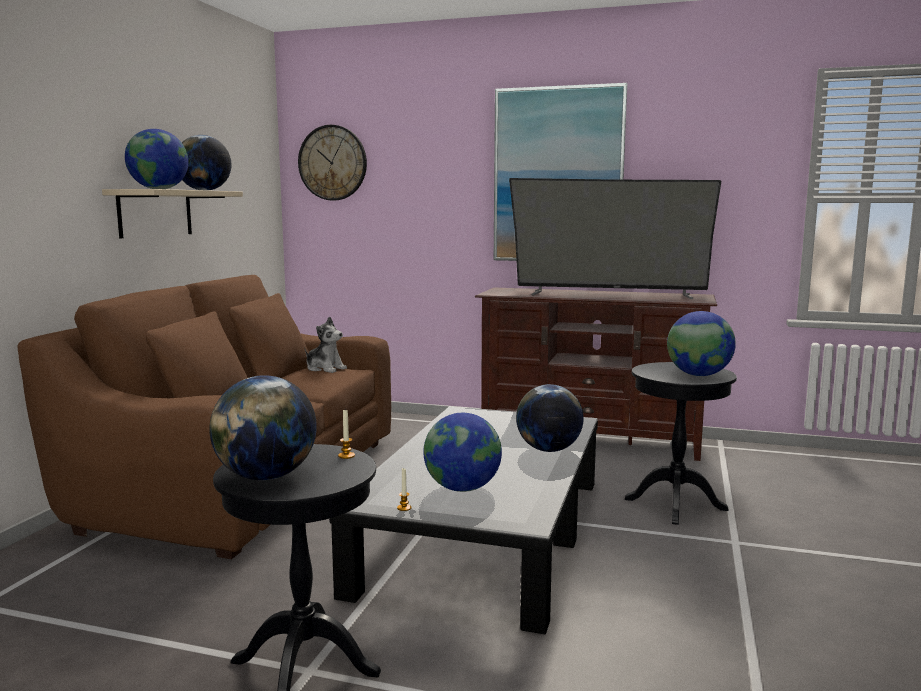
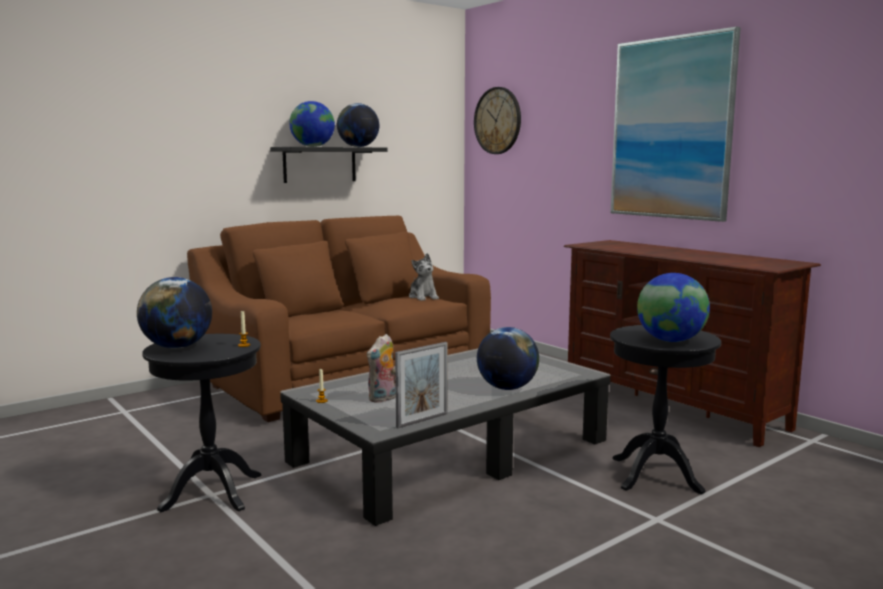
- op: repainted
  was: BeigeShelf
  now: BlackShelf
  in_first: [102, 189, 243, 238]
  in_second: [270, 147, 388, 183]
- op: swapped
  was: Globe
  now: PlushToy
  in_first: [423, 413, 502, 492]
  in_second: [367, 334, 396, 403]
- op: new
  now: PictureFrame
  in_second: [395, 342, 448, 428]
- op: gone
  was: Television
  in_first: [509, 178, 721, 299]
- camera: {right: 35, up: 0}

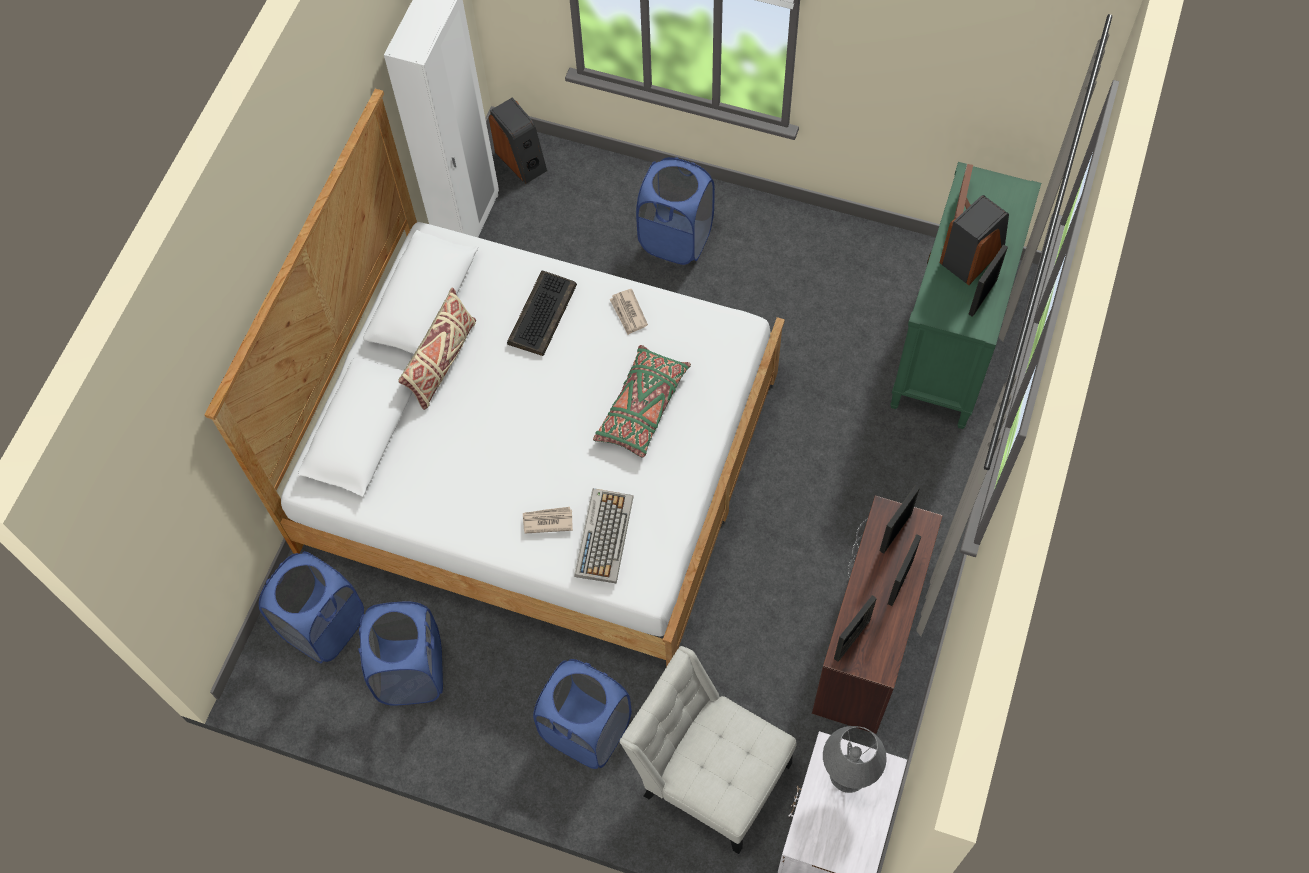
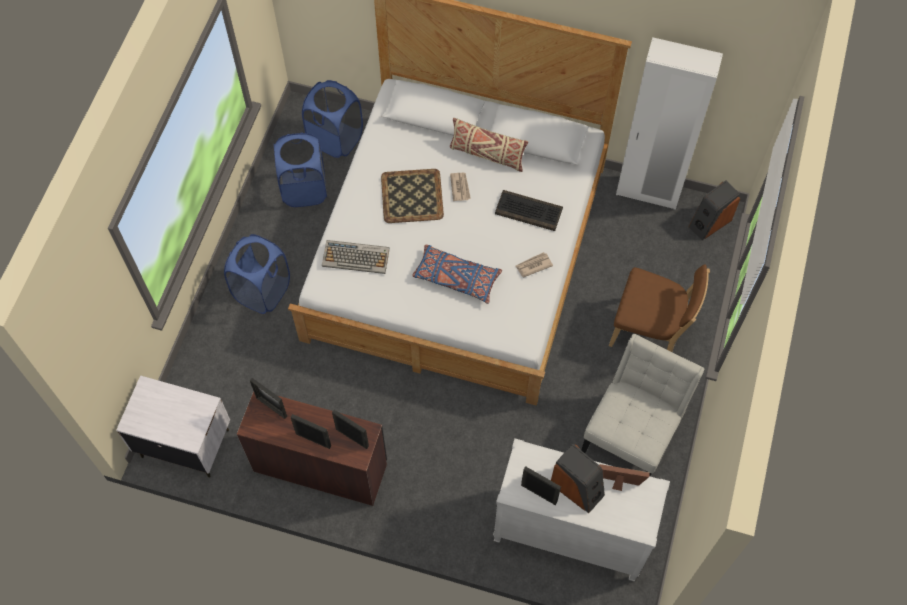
- op: new
  now: Tray
  in_second: [381, 169, 444, 223]
- op: repainted
  was: GreenPillow
  now: BluePillow
  in_first: [593, 345, 691, 457]
  in_second: [412, 245, 502, 304]
- op: shifted
  was: Newspaper
  in_first: [523, 507, 573, 533]
  in_second: [450, 173, 471, 201]
- op: repainted
  was: GreenDresser
  now: WhiteDresser
  in_first: [890, 162, 1041, 429]
  in_second: [493, 438, 670, 581]
- op: shifted
  was: WhiteChair
  in_first: [619, 646, 796, 854]
  in_second: [581, 334, 704, 477]
- op: swapped
  was: BlueLaundryBasket
  now: BrownChair
  in_first: [636, 157, 715, 265]
  in_second: [609, 264, 710, 352]
- op: gone
  was: GreyTableLamp
  in_first: [823, 726, 887, 793]
- camera: {right: 85, up: 0}

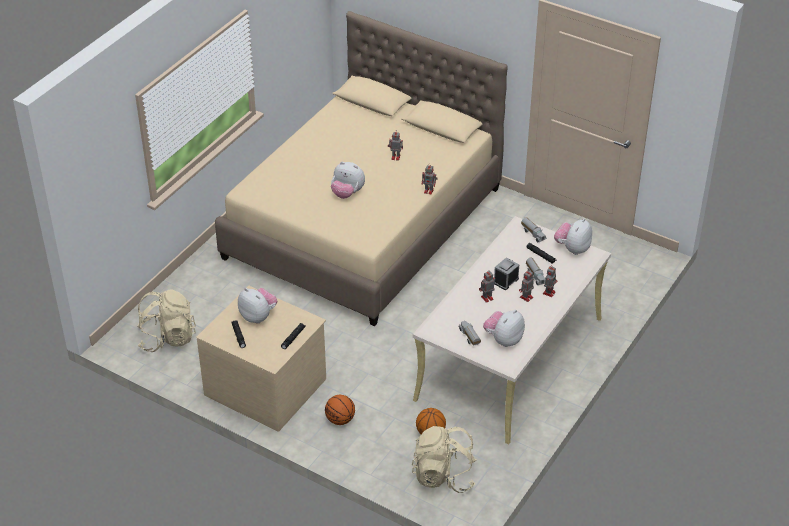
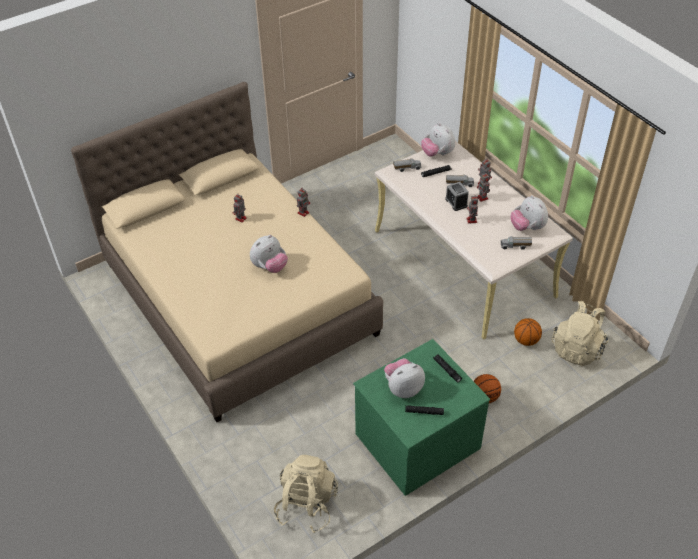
- op: repainted
  was: BeigeDresser
  now: GreenDresser
  in_first: [196, 286, 326, 432]
  in_second: [353, 339, 490, 496]
- camera: {right: -65, up: 5}

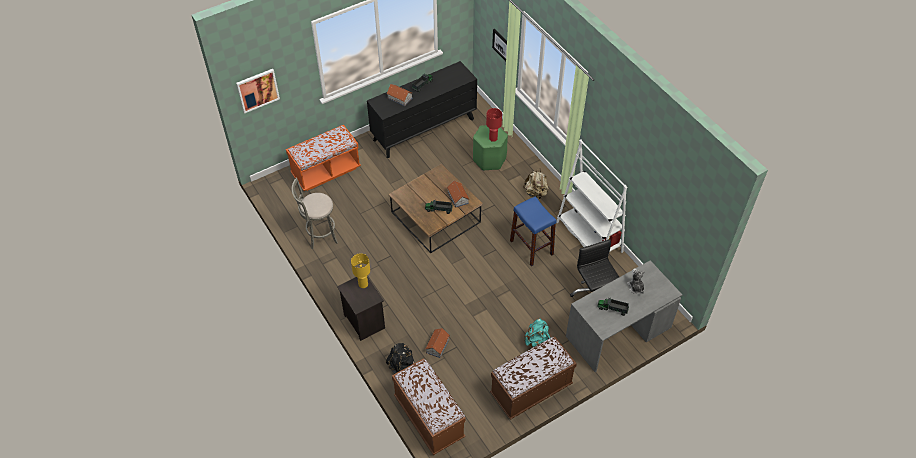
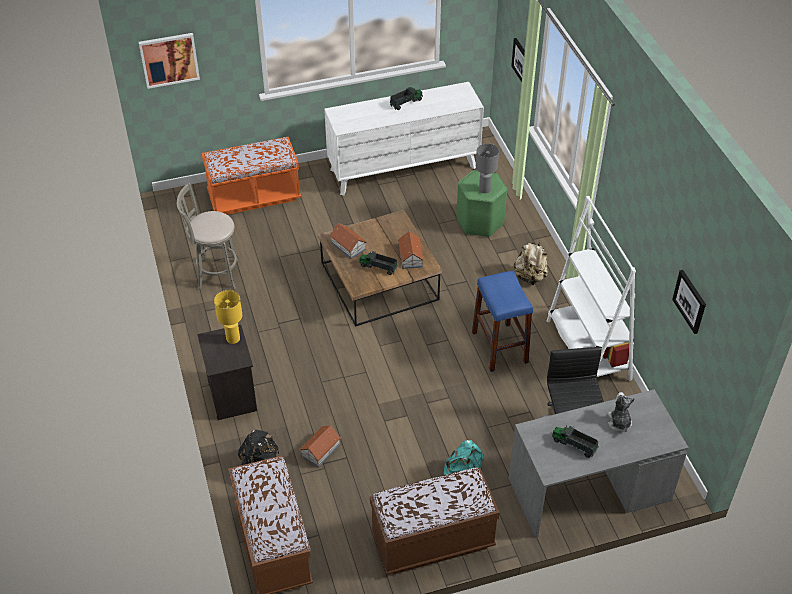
- op: repainted
  was: BlackDresser
  now: WhiteDresser
  in_first: [367, 61, 477, 158]
  in_second: [324, 82, 484, 195]
- op: shifted
  was: ToyHouse
  in_first: [387, 84, 413, 106]
  in_second: [329, 223, 367, 259]
- op: repainted
  was: RedTableLamp
  now: GreyTableLamp
  in_first: [486, 108, 502, 142]
  in_second: [476, 144, 499, 193]
- op: new
  now: Picture
  in_second: [672, 270, 706, 334]
- camera: {right: 15, up: -5}

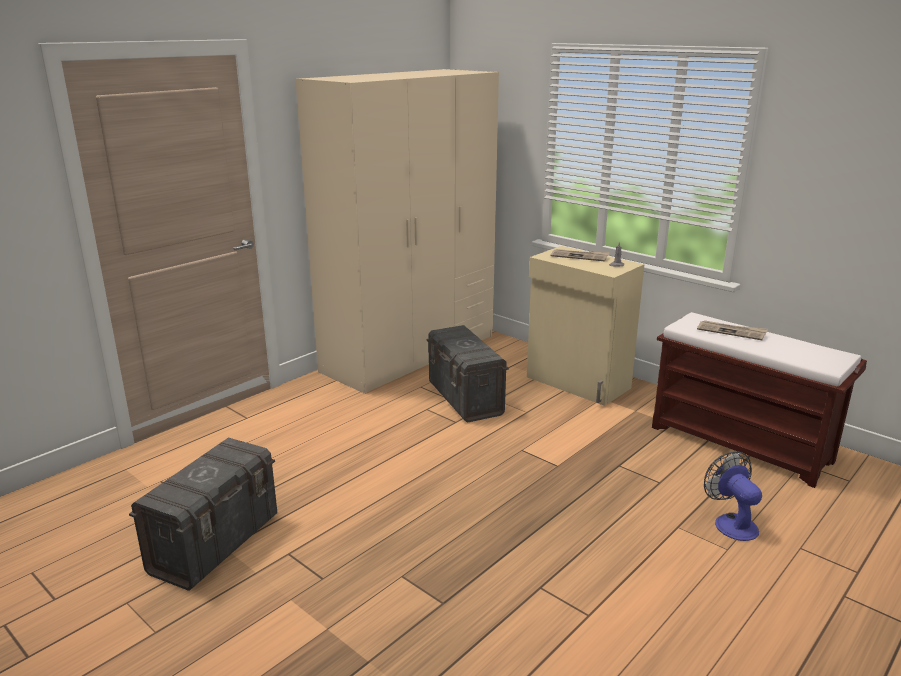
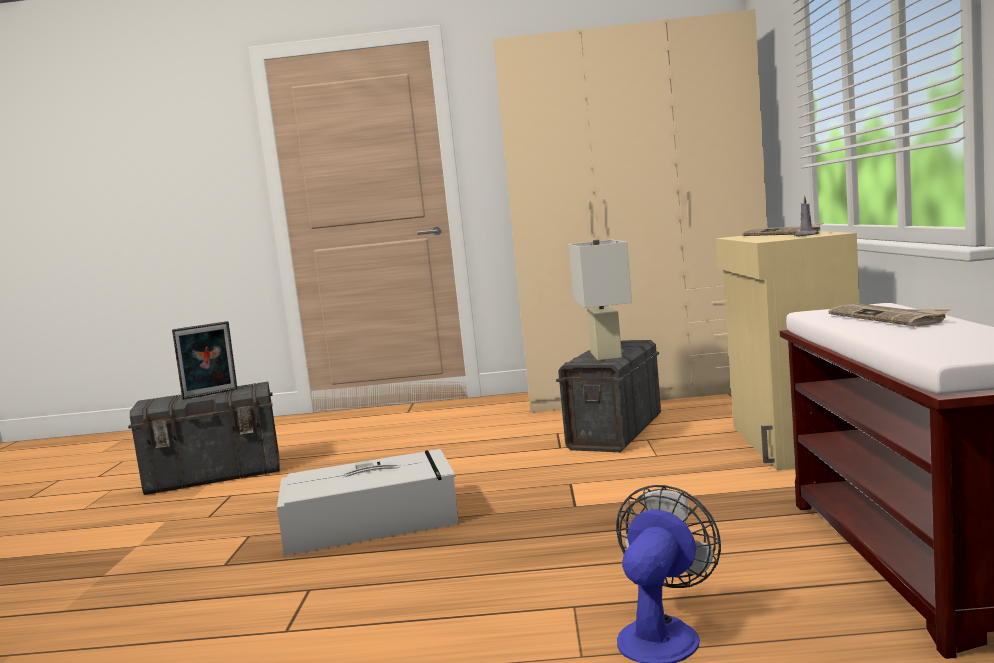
- op: new
  now: PictureFrame
  in_second: [172, 321, 237, 400]
- op: new
  now: GreyStorageBox
  in_second: [277, 449, 459, 556]
- op: new
  now: WhiteTableLamp
  in_second: [569, 240, 632, 361]
- camera: {right: 50, up: -15}

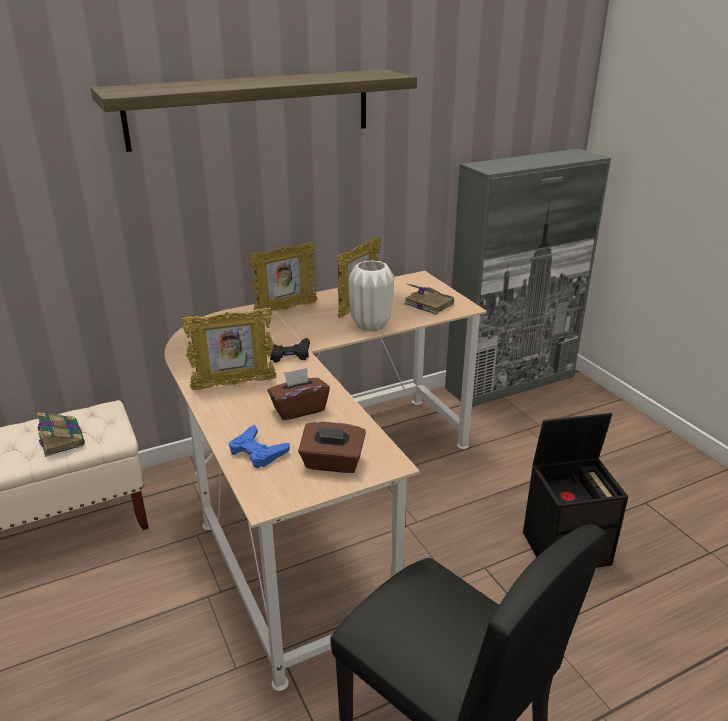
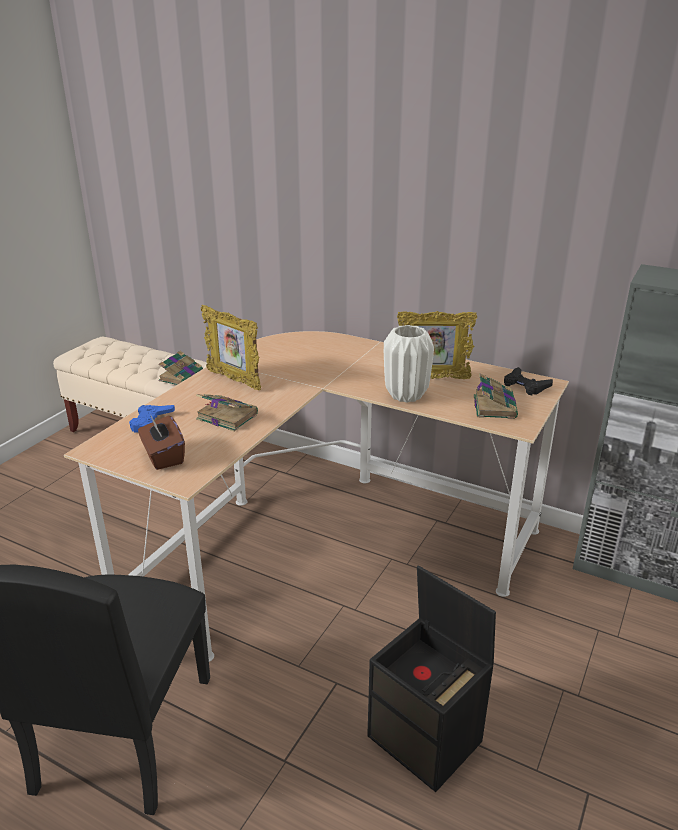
- op: swapped
  was: BrownTissueBox
  now: Book
  in_first: [268, 368, 330, 420]
  in_second: [196, 394, 258, 431]
- op: shifted
  was: BlackGameController
  in_first: [267, 338, 310, 363]
  in_second: [504, 367, 553, 395]
- op: gone
  was: Shelf
  in_first: [91, 69, 417, 152]
- op: gone
  was: PictureFrame
  in_first: [249, 242, 317, 311]
- camera: {right: 55, up: 0}

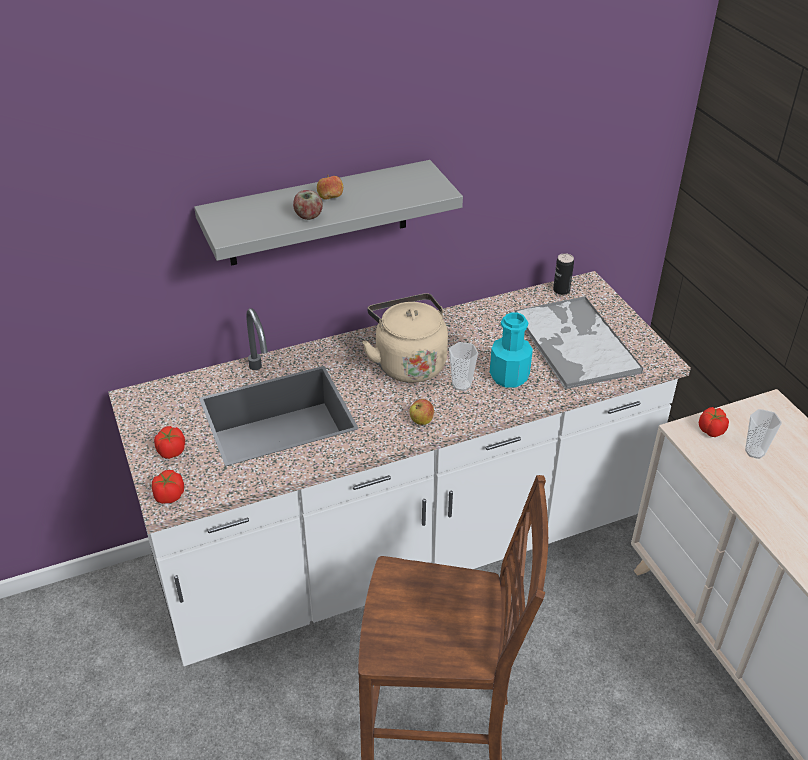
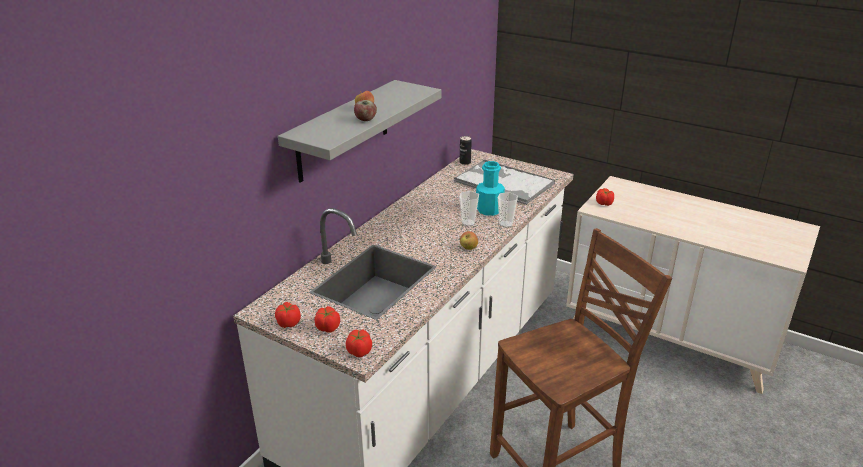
- op: new
  now: Tomato
  in_second: [275, 302, 301, 328]
- op: shifted
  was: Cup
  in_first: [745, 409, 782, 459]
  in_second: [498, 192, 518, 228]
- op: gone
  was: BeigeKettle
  in_first: [362, 294, 448, 383]
- camera: {right: -35, up: -10}

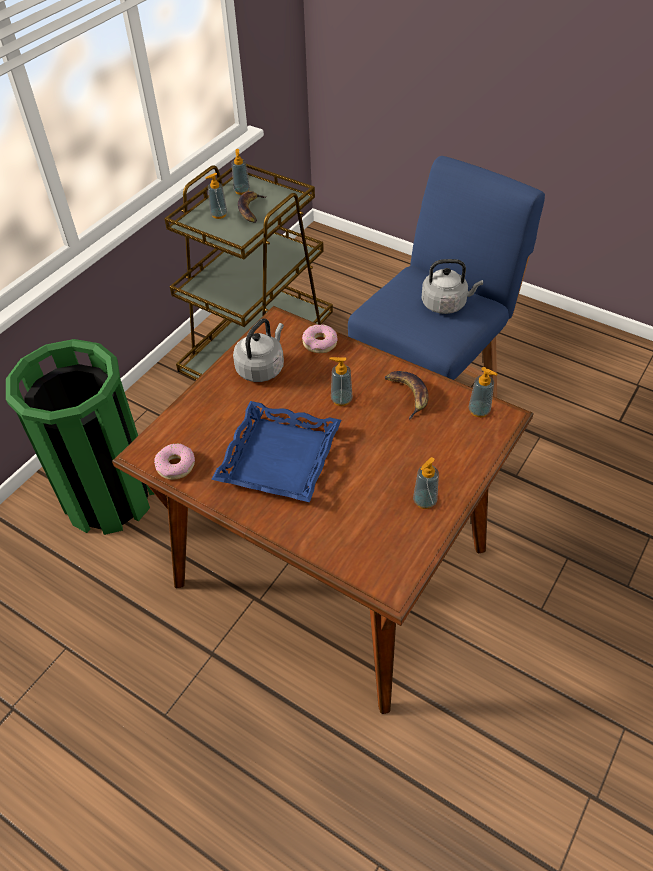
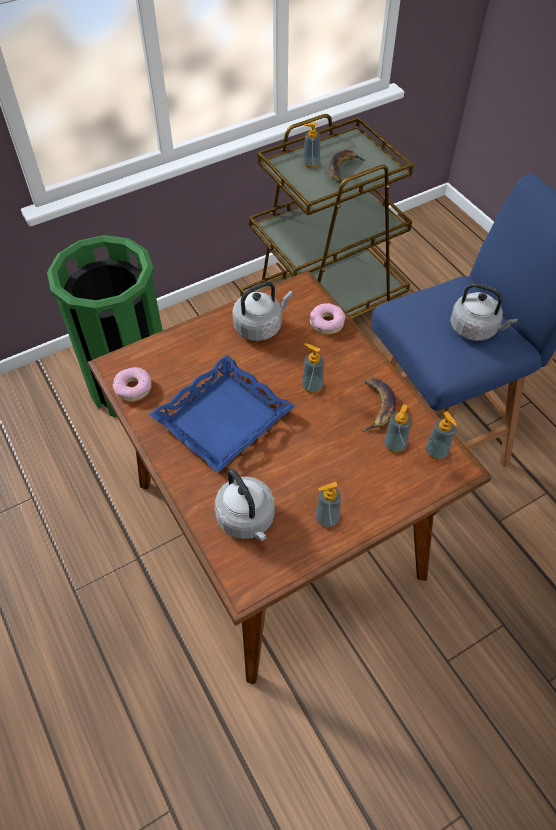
- op: new
  now: GreyKettle
  in_second: [215, 469, 275, 541]
- op: shifted
  was: SoapDispenser
  in_first: [232, 149, 250, 195]
  in_second: [384, 404, 412, 453]
- camera: {right: 25, up: 5}

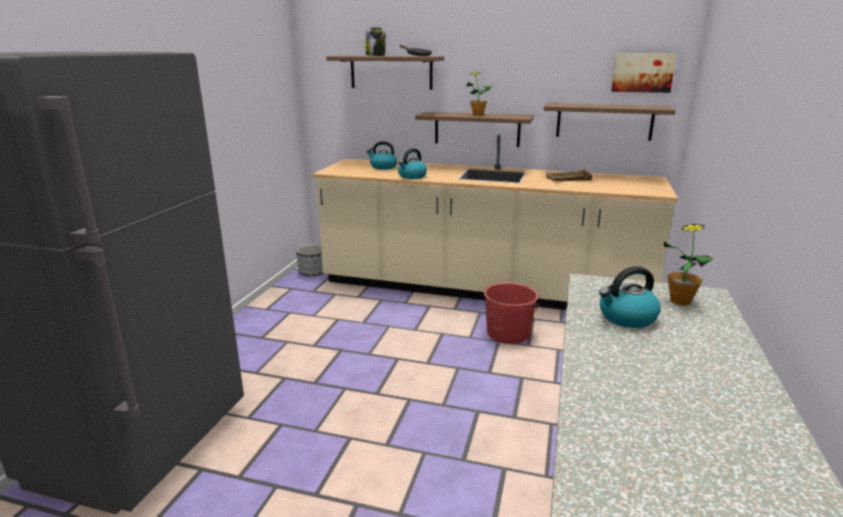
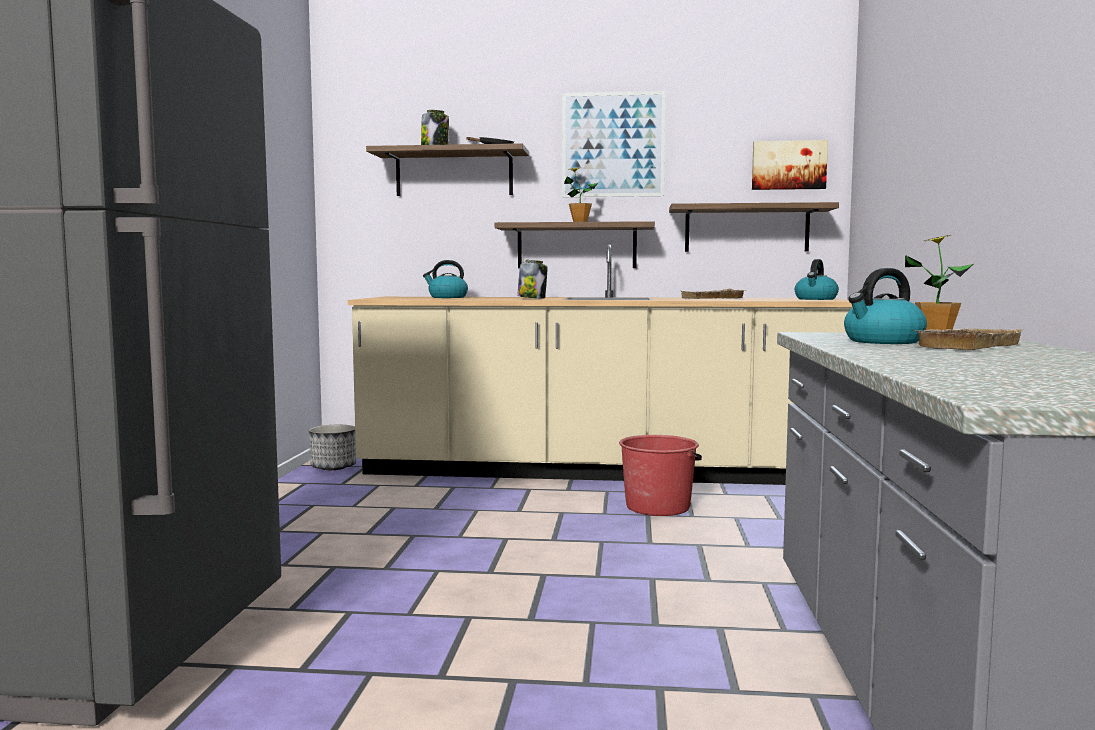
- op: new
  now: Jar
  in_second: [517, 260, 547, 299]
- op: new
  now: Picture
  in_second: [562, 91, 665, 197]
- op: shifted
  was: Kettle
  in_first: [398, 148, 427, 179]
  in_second: [795, 259, 839, 300]
- op: new
  now: BeigeTray
  in_second: [911, 328, 1023, 350]
- camera: {right: -10, up: -15}

